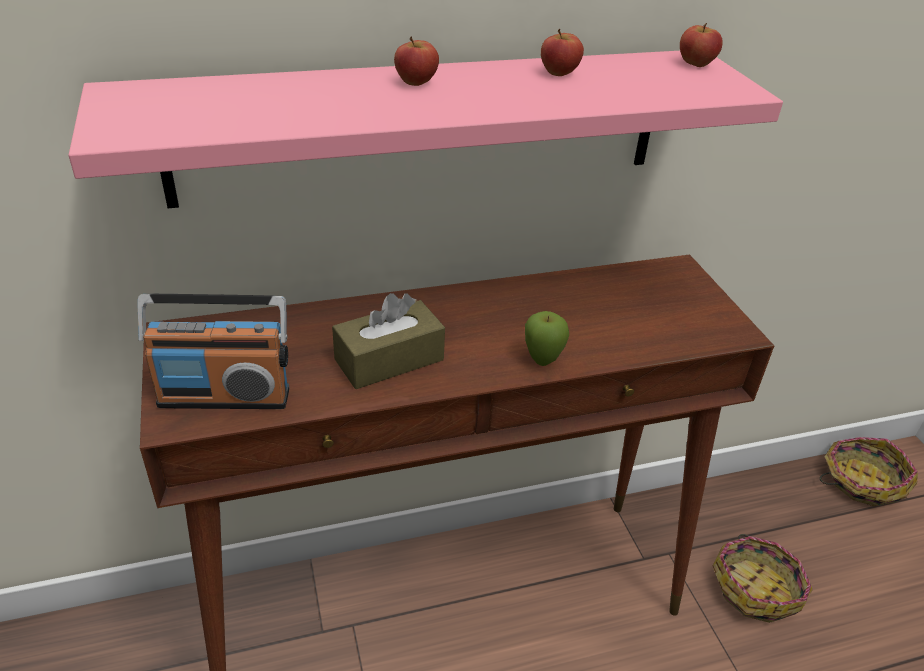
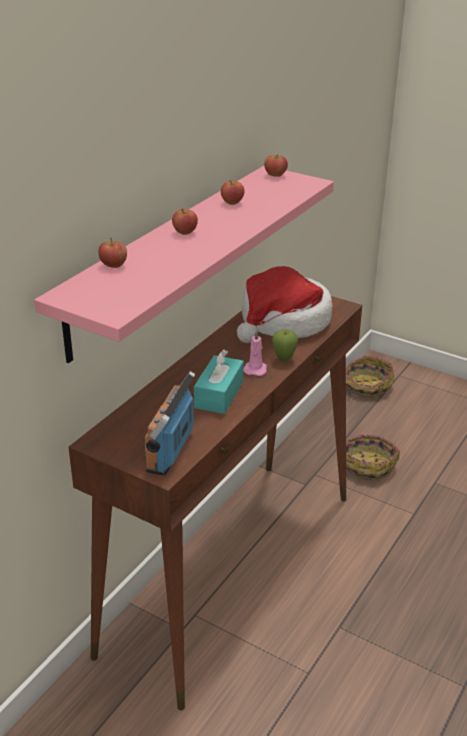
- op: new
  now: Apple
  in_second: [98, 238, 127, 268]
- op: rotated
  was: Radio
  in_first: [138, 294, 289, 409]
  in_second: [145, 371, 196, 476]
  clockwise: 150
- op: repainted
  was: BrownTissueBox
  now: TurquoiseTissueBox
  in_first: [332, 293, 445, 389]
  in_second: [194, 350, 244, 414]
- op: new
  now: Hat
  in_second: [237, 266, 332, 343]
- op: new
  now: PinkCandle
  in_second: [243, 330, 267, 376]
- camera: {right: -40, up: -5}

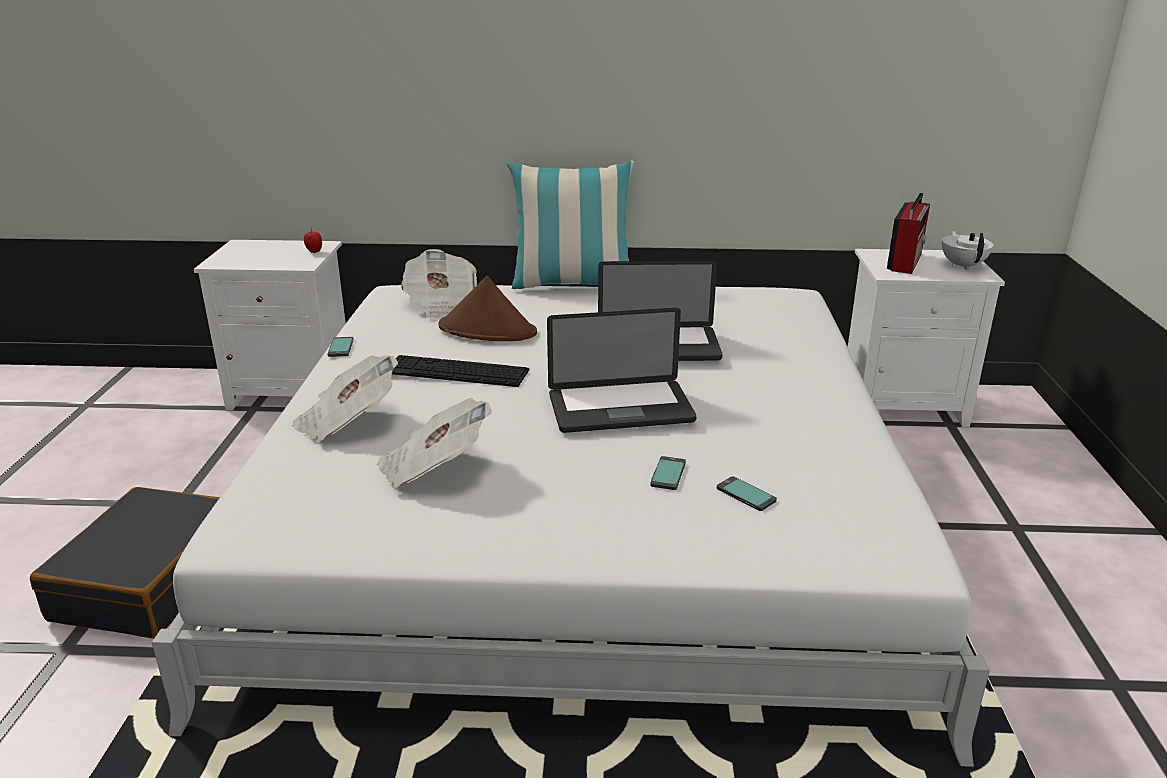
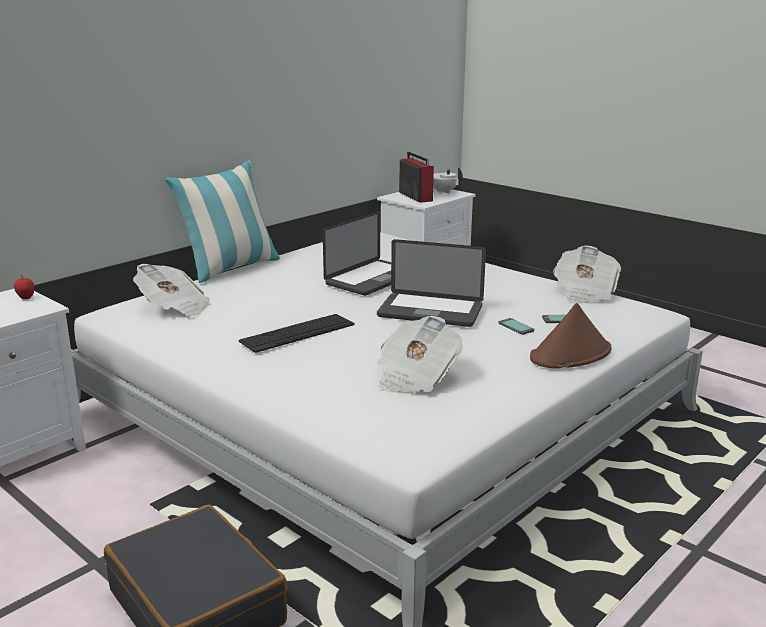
- op: rotated
  was: Laptop
  in_first: [547, 308, 697, 433]
  in_second: [377, 239, 486, 327]
  clockwise: 75
- op: shifted
  was: BrownHat
  in_first: [438, 276, 537, 341]
  in_second: [530, 303, 612, 368]
- op: shifted
  was: Newspaper
  in_first: [292, 355, 398, 442]
  in_second: [553, 245, 622, 304]
- op: gone
  was: Phone
  in_first: [328, 337, 354, 357]
- camera: {right: -50, up: -5}

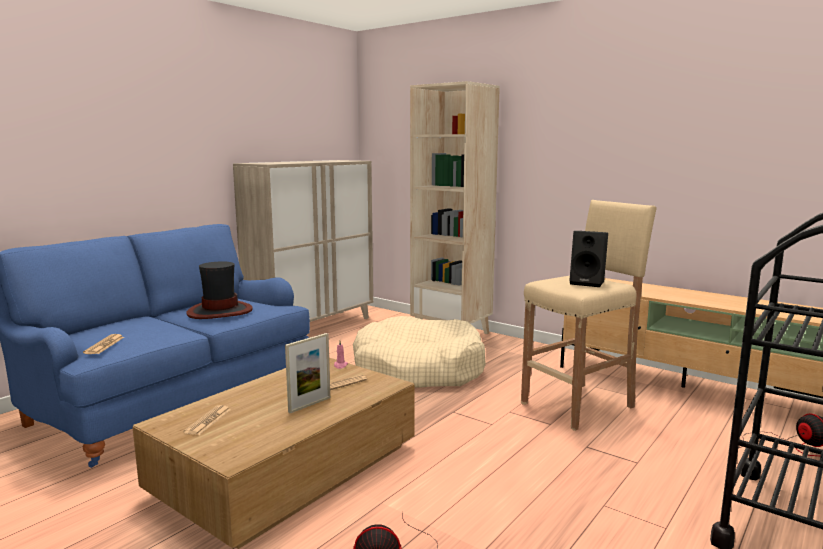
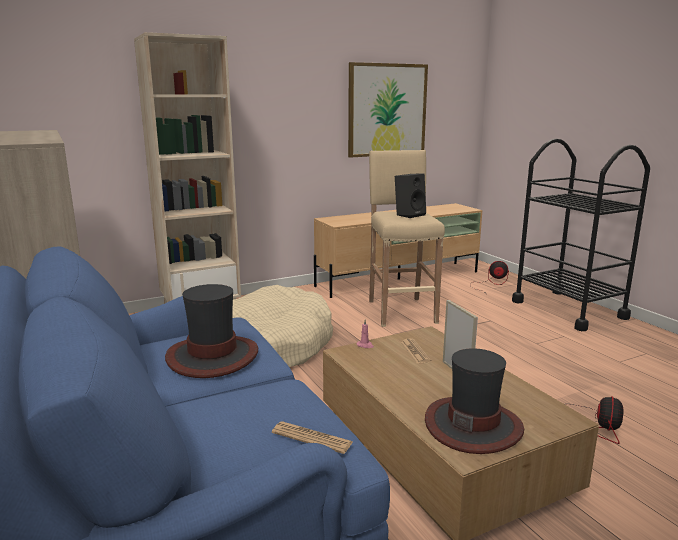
- op: new
  now: Picture
  in_second: [348, 62, 428, 158]
- op: swapped
  was: Newspaper
  now: Hat
  in_first: [183, 405, 231, 435]
  in_second: [425, 349, 524, 454]
- camera: {right: -65, up: 5}

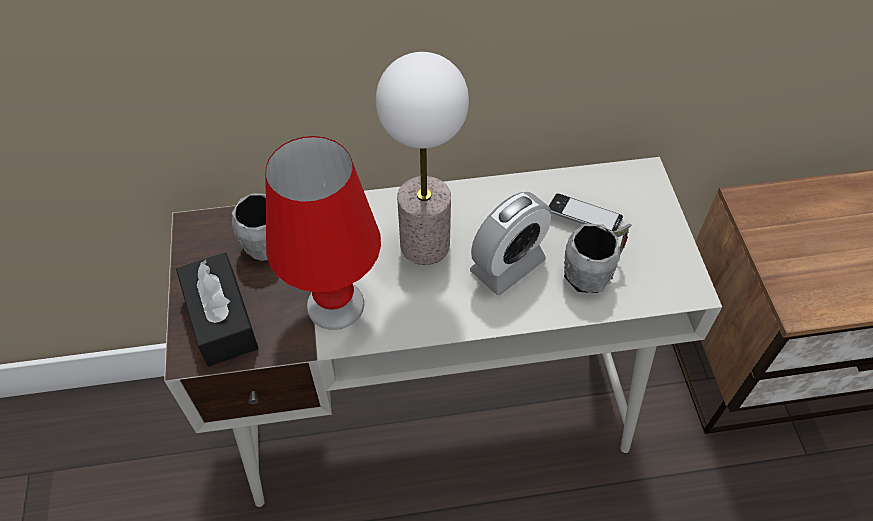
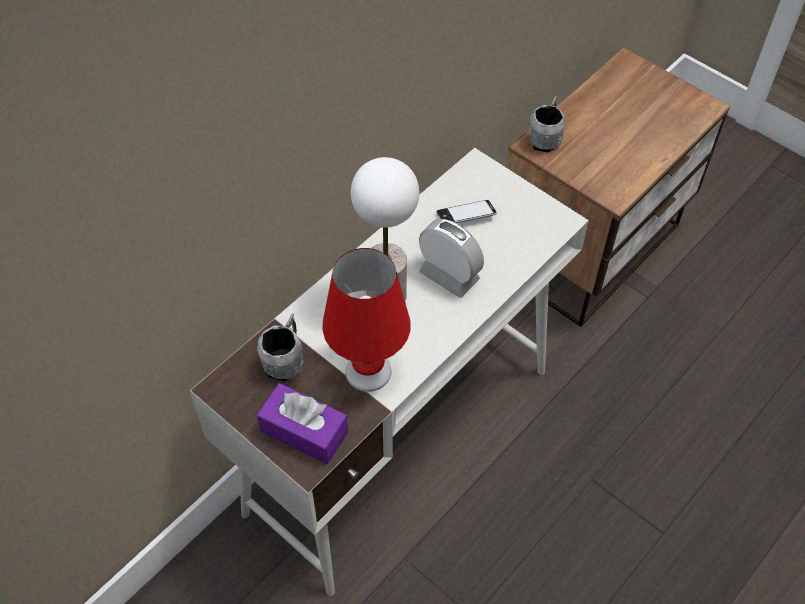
- op: repainted
  was: BlackTissueBox
  now: PurpleTissueBox
  in_first: [176, 253, 258, 366]
  in_second: [257, 383, 348, 464]
- op: rotated
  was: AlarmClock
  in_first: [470, 192, 551, 295]
  in_second: [419, 219, 484, 298]
  clockwise: -60
- op: shifted
  was: GreyMug
  in_first: [564, 223, 632, 293]
  in_second: [528, 97, 565, 153]
- camera: {right: -40, up: 0}

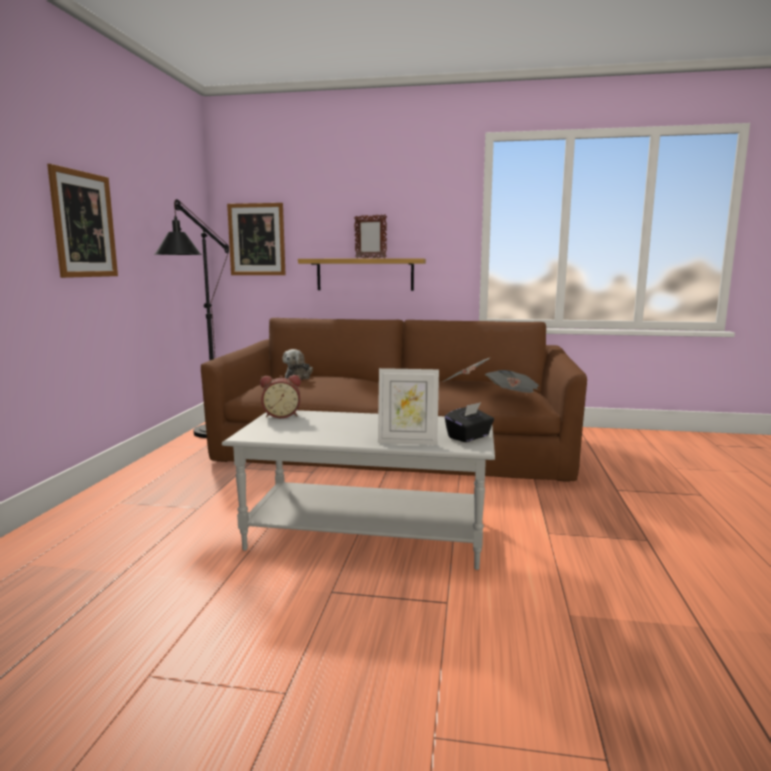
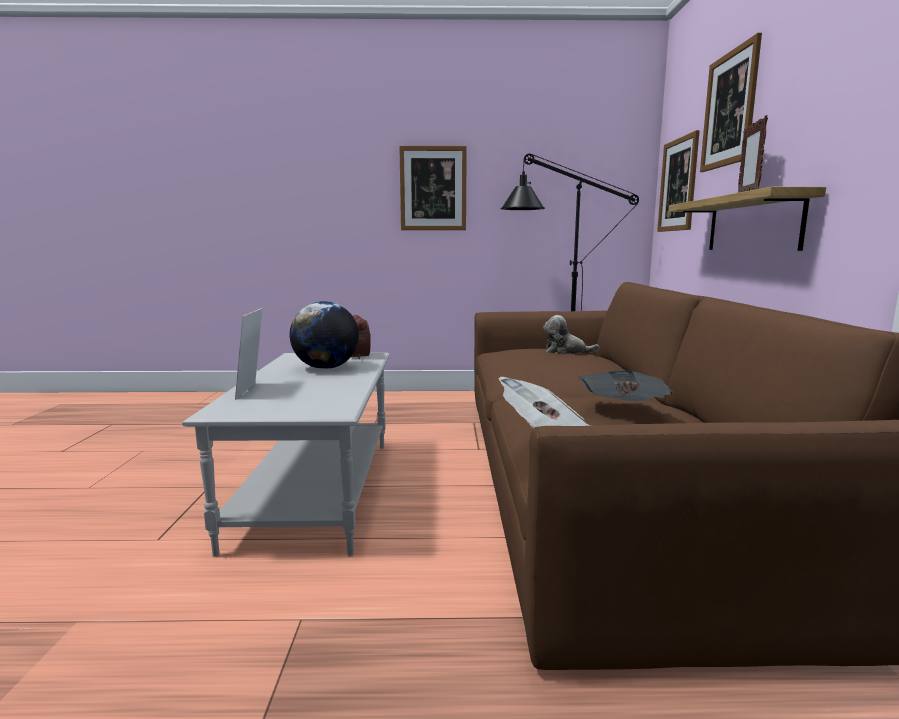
- op: new
  now: Globe
  in_second: [290, 301, 359, 369]
- op: new
  now: Picture
  in_second: [700, 33, 762, 172]
- op: gone
  was: BlackTissueBox
  in_first: [445, 402, 494, 442]
- camera: {right: 80, up: 0}

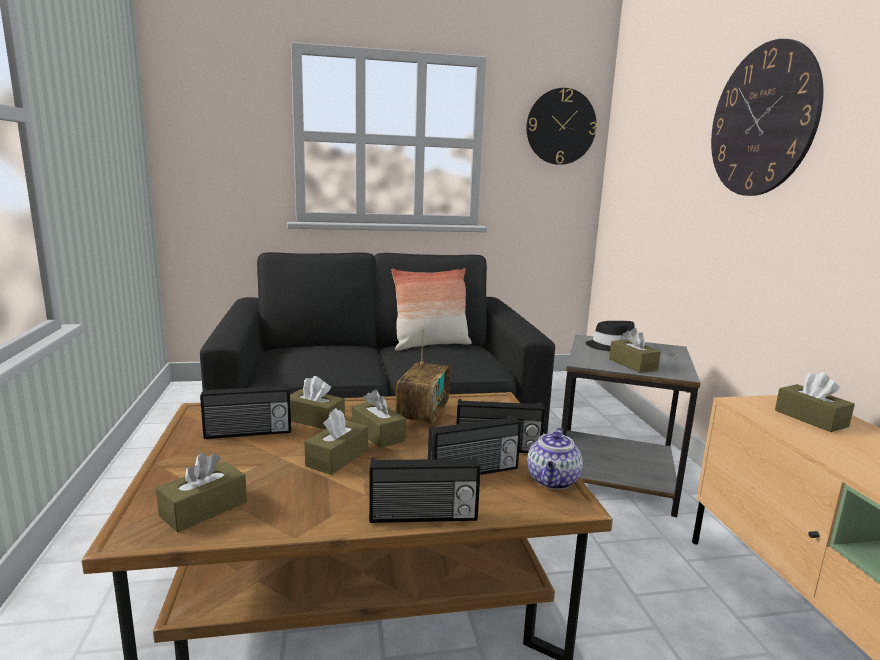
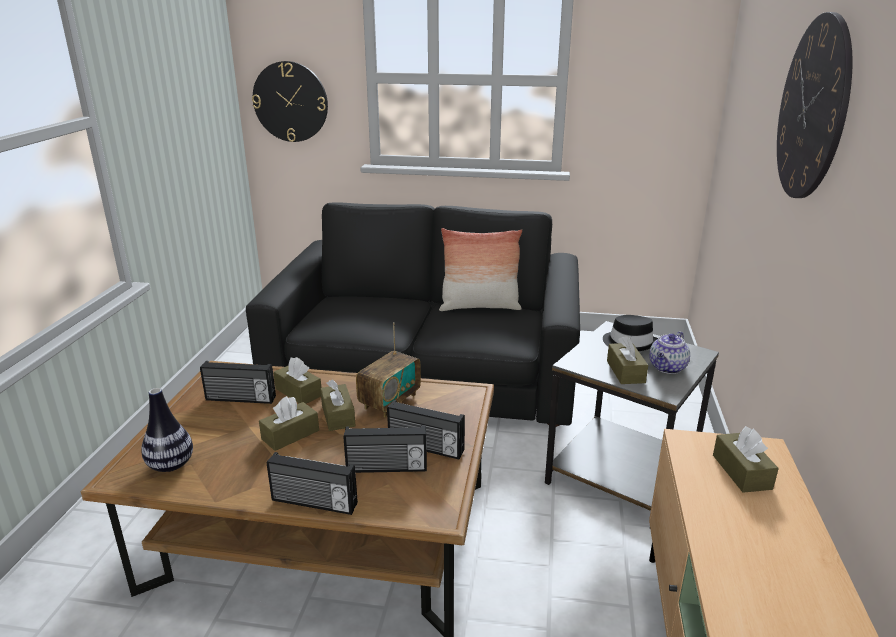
- op: swapped
  was: BrownTissueBox
  now: Vase
  in_first: [156, 453, 247, 532]
  in_second: [141, 388, 193, 472]
- op: shifted
  was: WallClock
  in_first: [526, 88, 597, 165]
  in_second: [252, 61, 328, 142]
- op: shifted
  was: Teapot
  in_first: [527, 428, 583, 489]
  in_second: [649, 331, 690, 374]
- camera: {right: 20, up: 10}

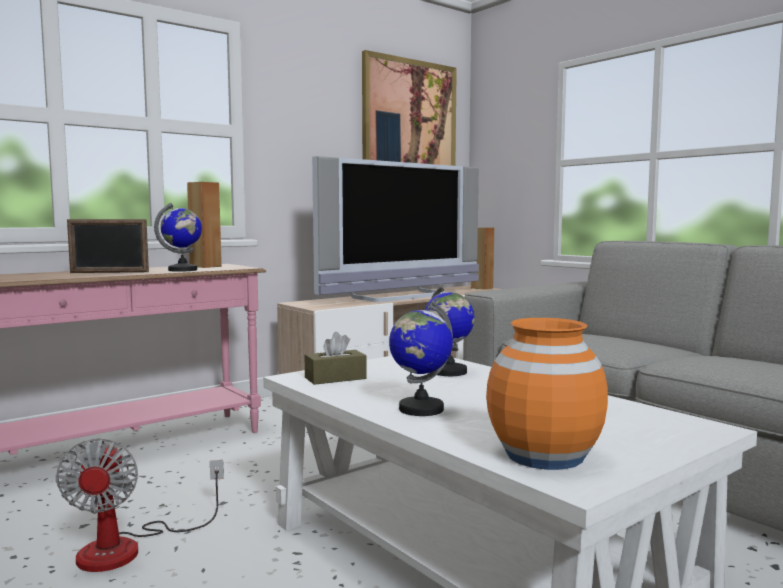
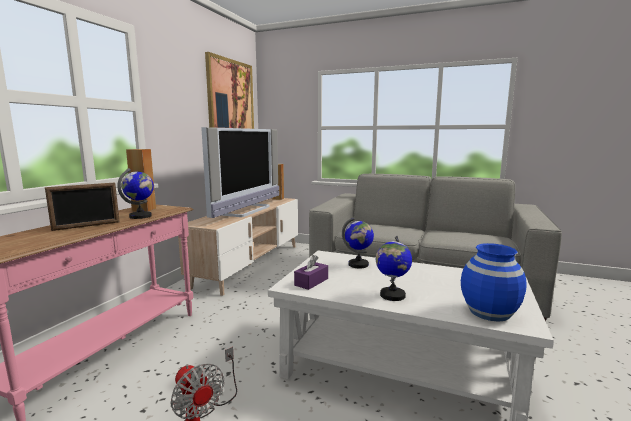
- op: repainted
  was: BrownTissueBox
  now: PurpleTissueBox
  in_first: [305, 332, 367, 385]
  in_second: [294, 255, 328, 290]
- op: repainted
  was: OrangeVase
  now: BlueVase
  in_first: [486, 318, 608, 470]
  in_second: [461, 243, 527, 322]
- camera: {right: -30, up: 5}

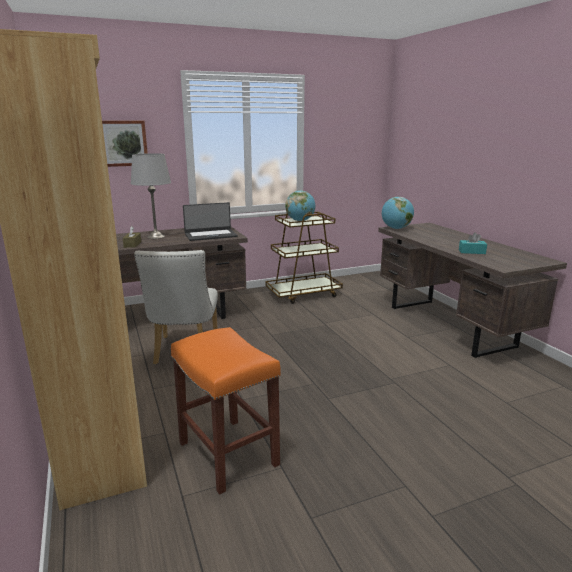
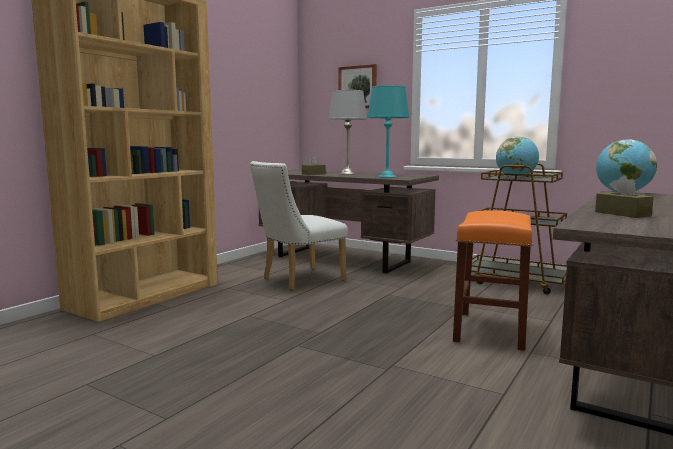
- op: swapped
  was: Laptop
  now: TurquoiseTableLamp
  in_first: [183, 202, 238, 241]
  in_second: [367, 85, 409, 178]
- op: shifted
  was: OrangeStool
  in_first: [171, 327, 281, 495]
  in_second: [453, 210, 533, 351]
- op: repainted
  was: TurquoiseTissueBox
  now: BrownTissueBox
  in_first: [459, 232, 487, 254]
  in_second: [595, 176, 654, 218]
- camera: {right: 55, up: -10}

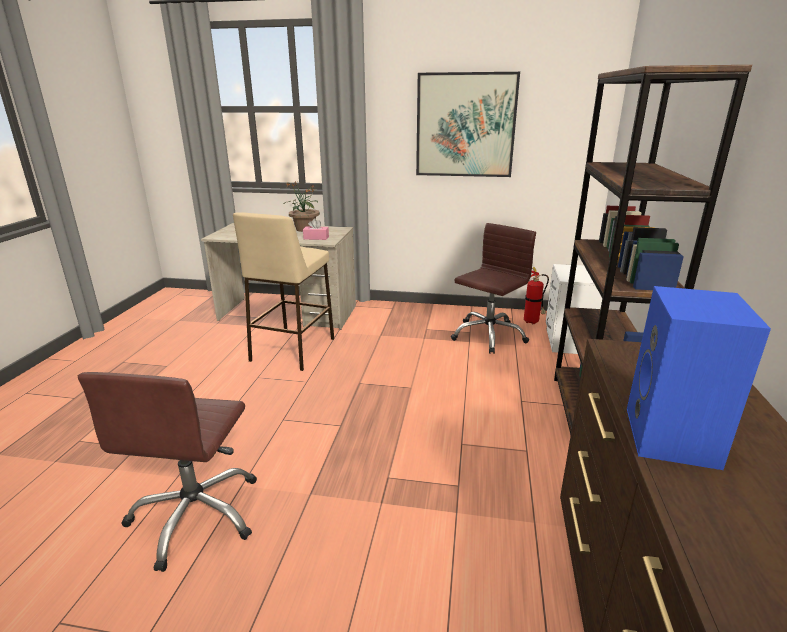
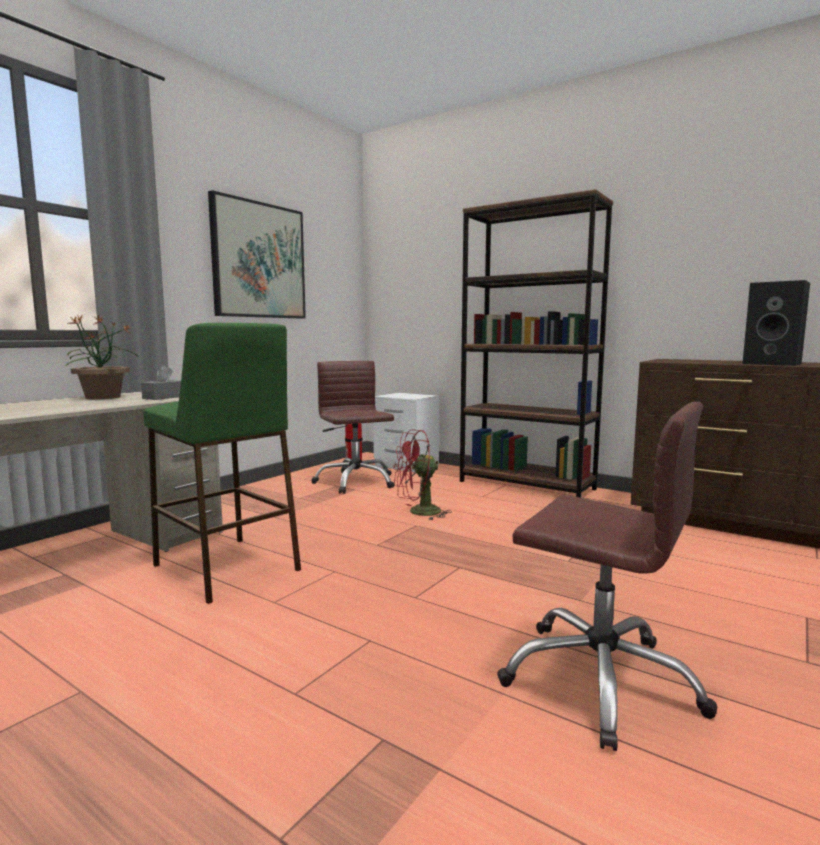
- op: repainted
  was: PinkTissueBox
  now: GreyTissueBox
  in_first: [303, 219, 329, 240]
  in_second: [141, 366, 181, 400]
- op: repainted
  was: BeigeStool
  now: GreenStool
  in_first: [233, 212, 334, 371]
  in_second: [143, 323, 301, 604]
- op: new
  now: RedFan
  in_second: [393, 429, 452, 520]
- op: repainted
  was: BlueSpeaker
  now: BlackSpeaker
  in_first: [627, 286, 771, 470]
  in_second: [742, 280, 810, 366]
- camera: {right: -65, up: -15}

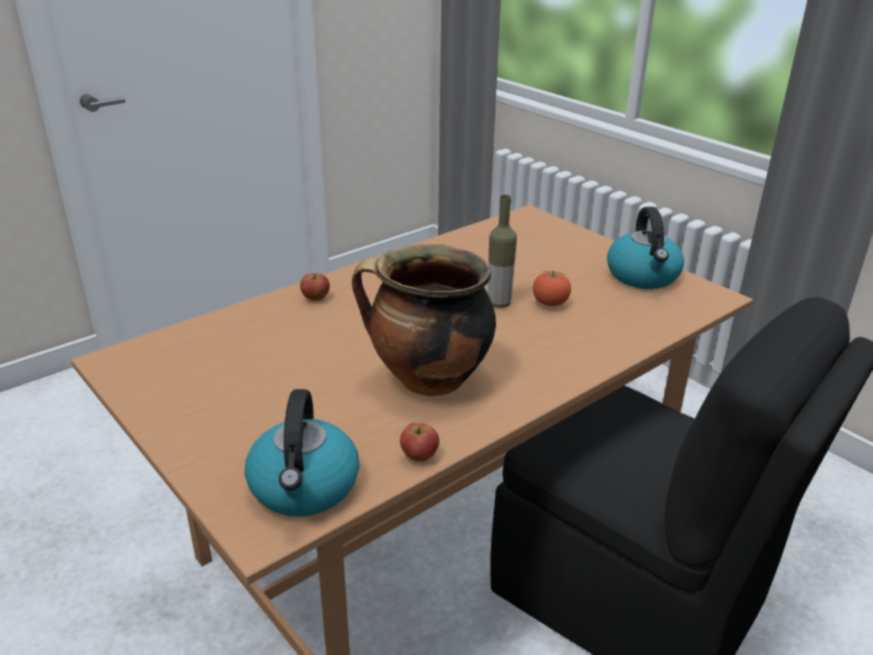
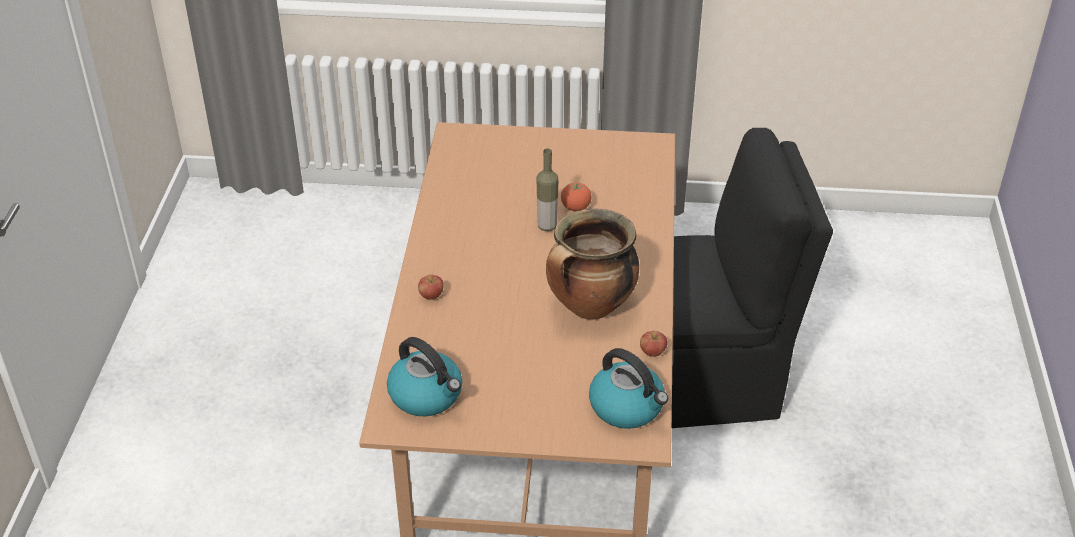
- op: shifted
  was: Kettle
  in_first: [607, 207, 684, 289]
  in_second: [387, 337, 462, 416]
- camera: {right: -45, up: 10}

